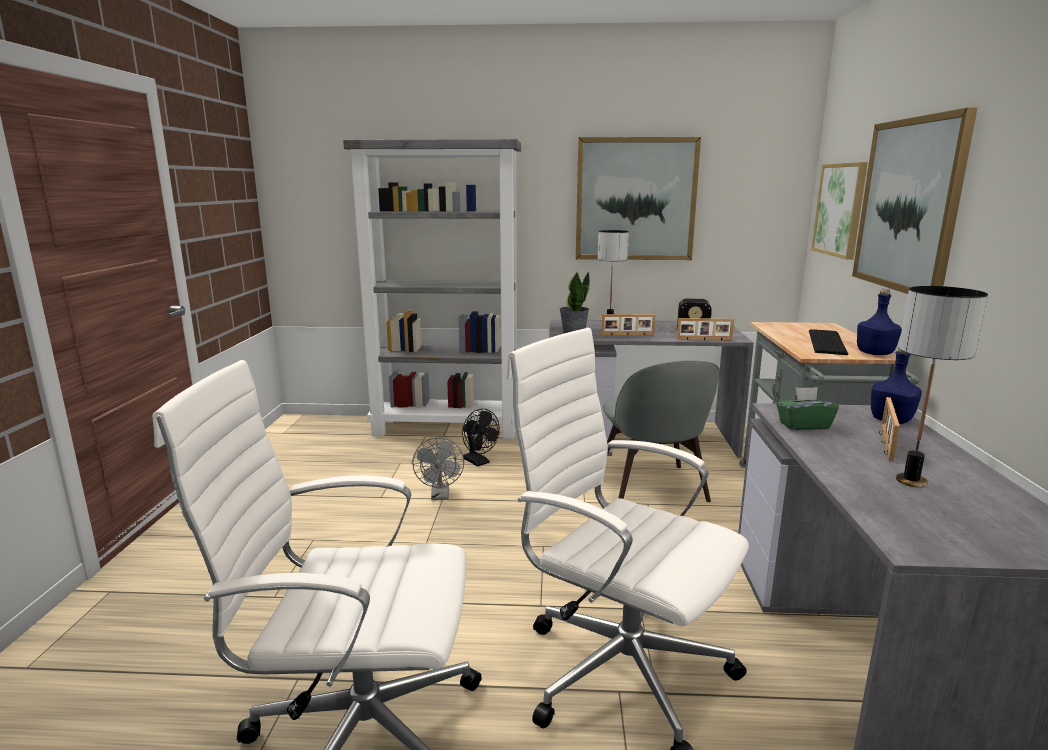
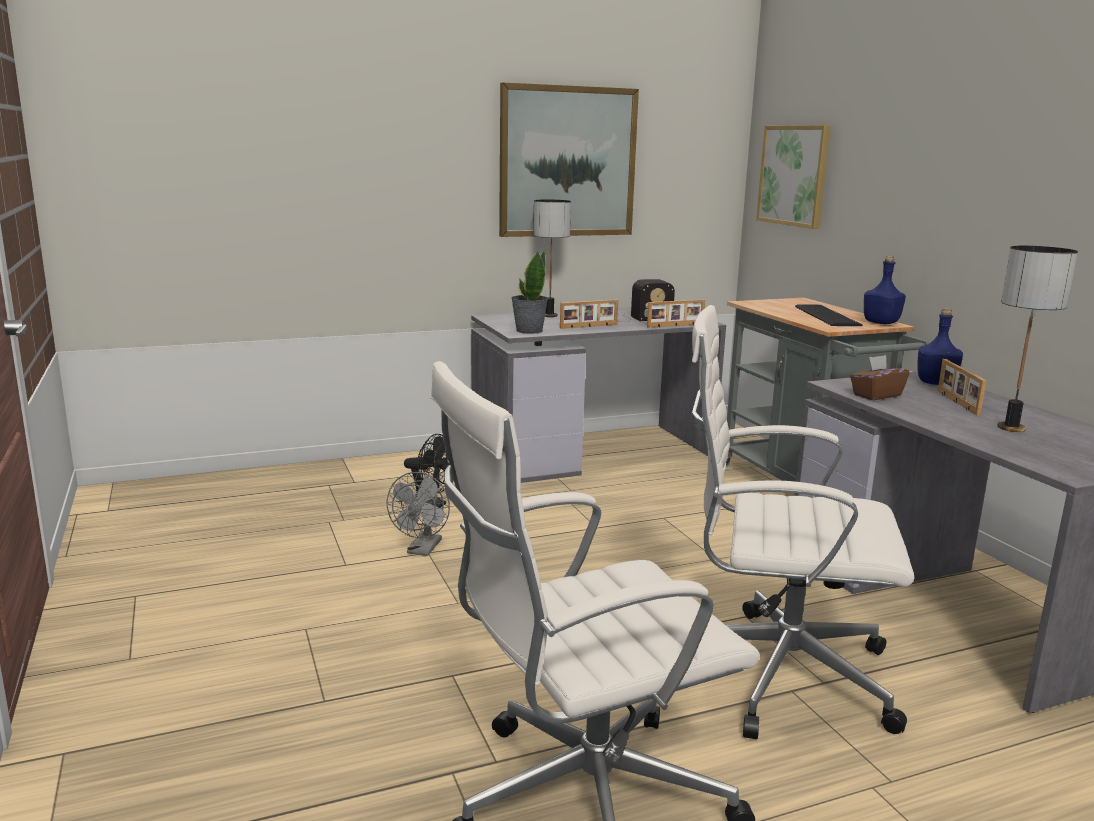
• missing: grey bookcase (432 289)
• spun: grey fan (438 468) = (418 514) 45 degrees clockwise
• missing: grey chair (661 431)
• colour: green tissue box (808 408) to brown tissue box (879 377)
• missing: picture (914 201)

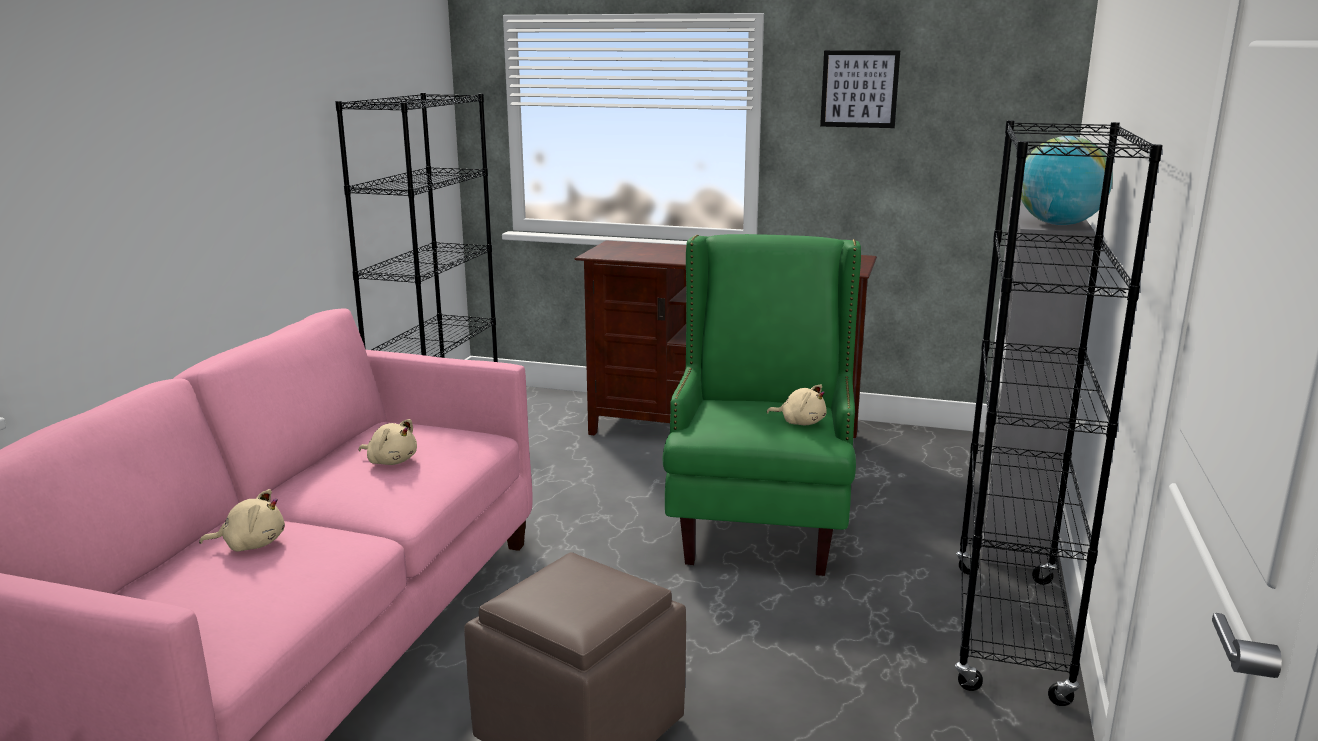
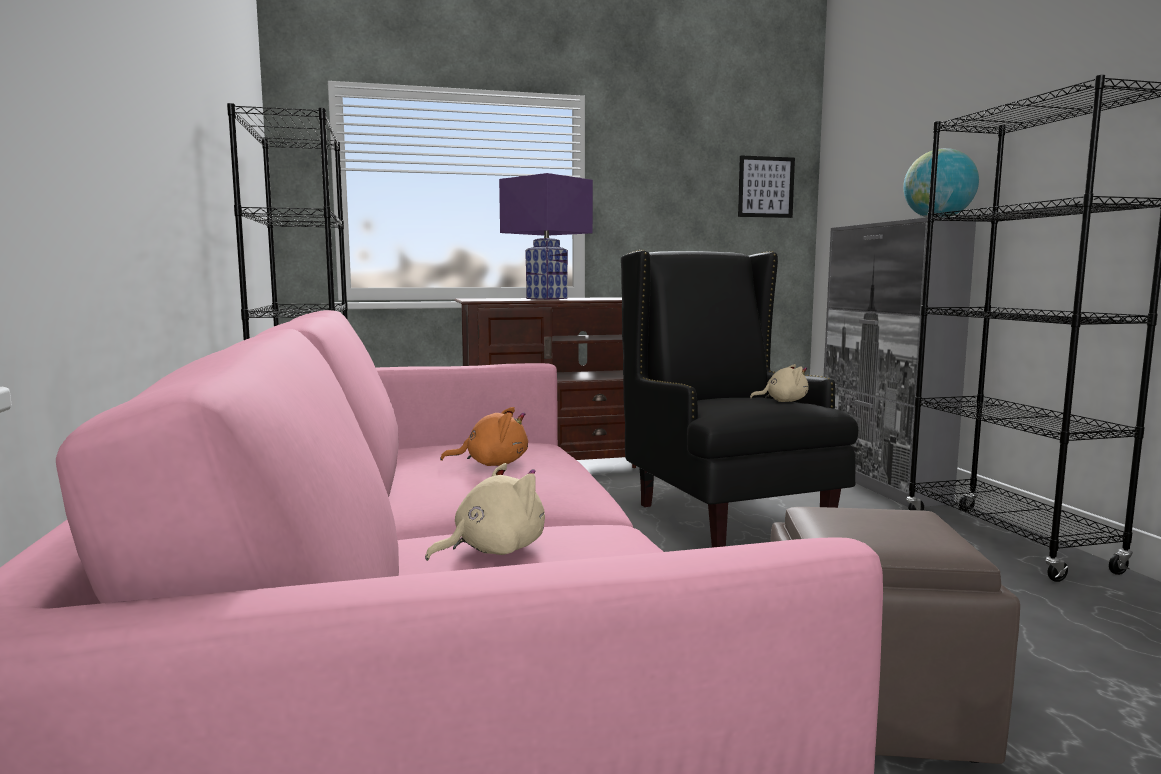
• colour: beige plush toy (388 442) to orange plush toy (484 436)
• colour: green armchair (762 405) to black armchair (739 399)
• relocated: picture (860 89) to (766 186)
• appeared: purple table lamp (546 236)

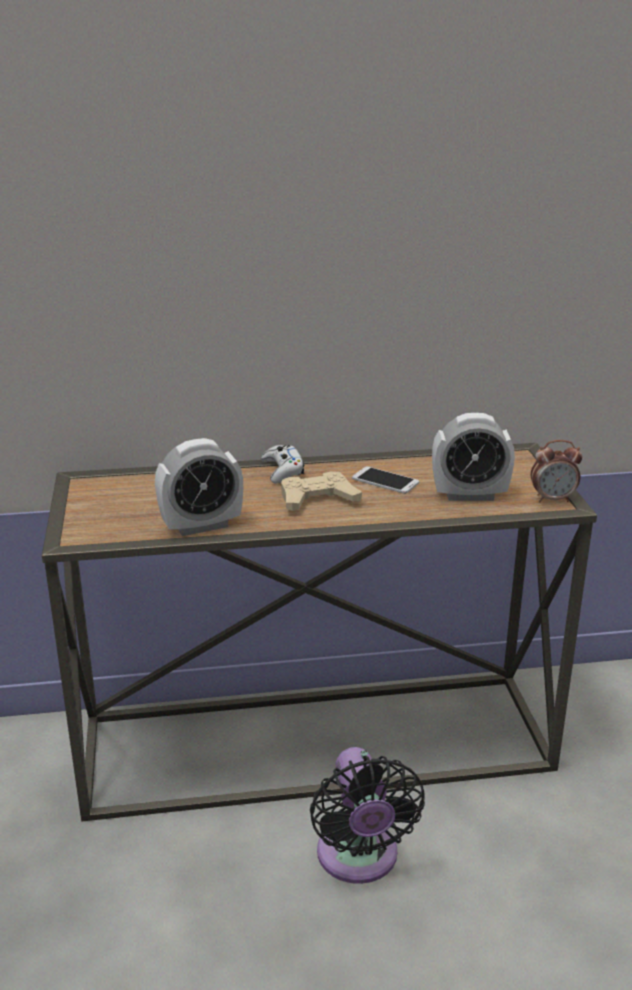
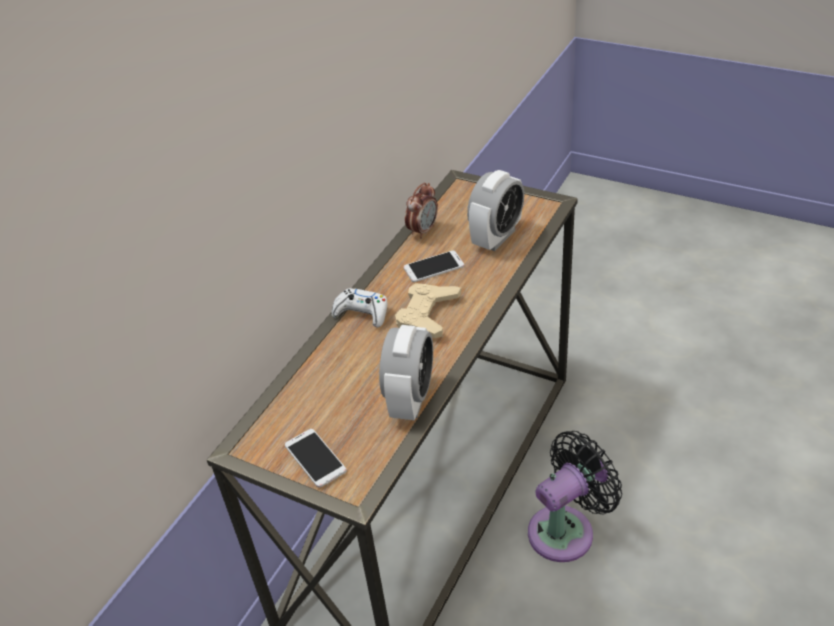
• spun: black fan (367 815) = (575 496) 60 degrees counterclockwise
• relocated: alarm clock (556 471) to (421 211)
• appeared: phone (316 458)

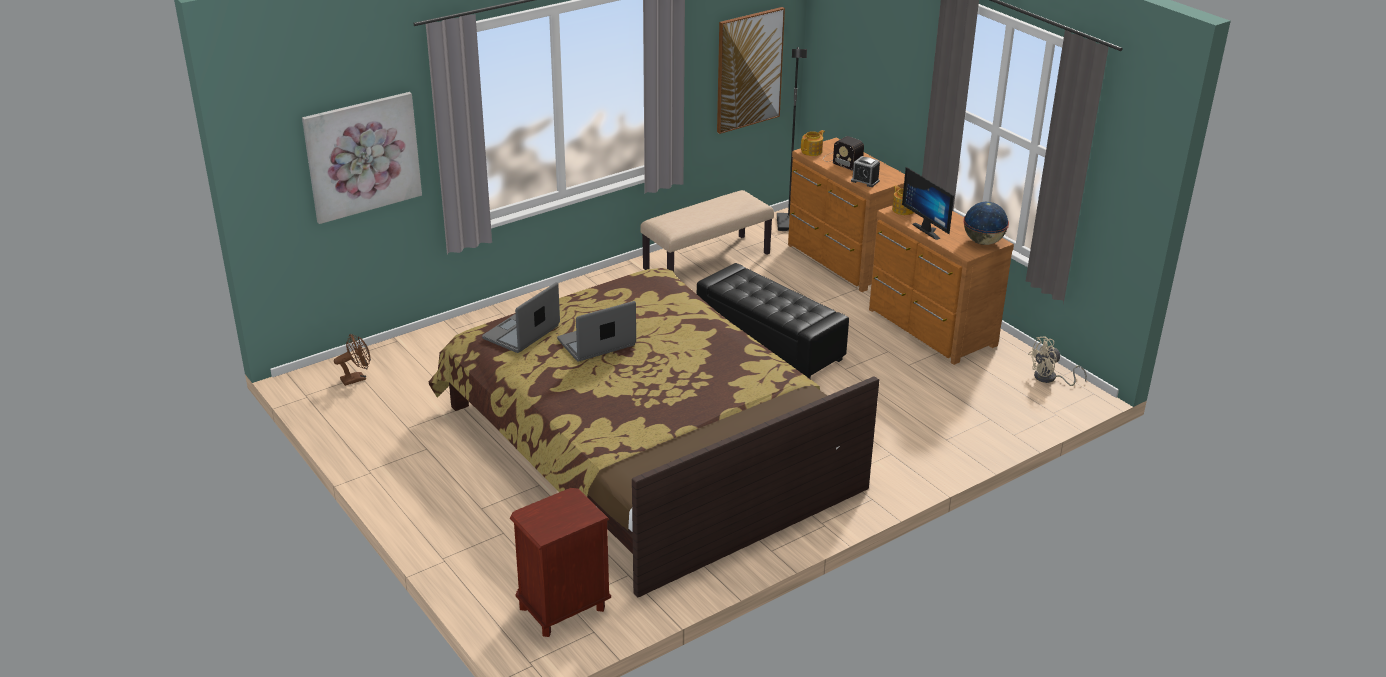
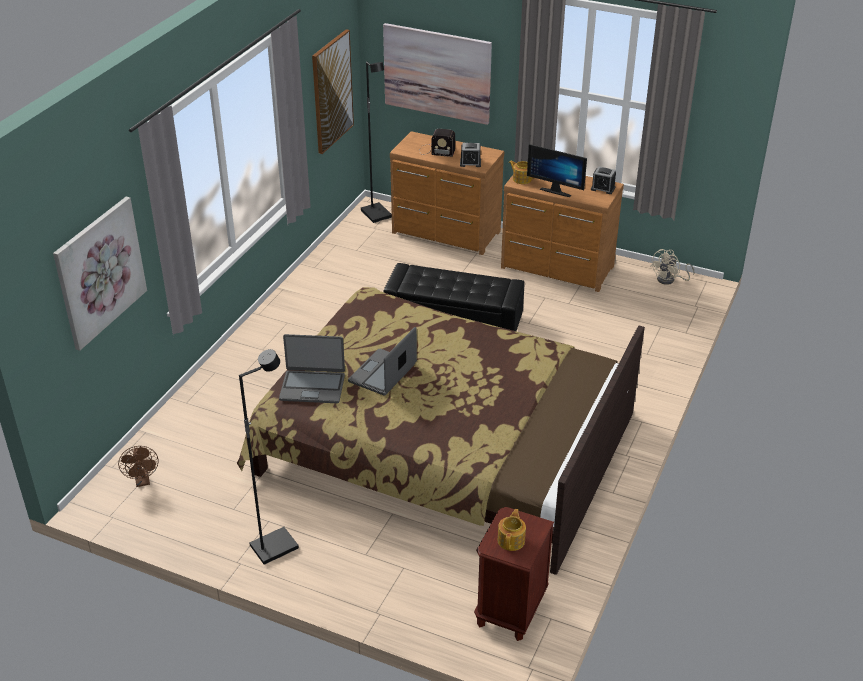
• spun: brown fan (352 360) = (138 466) 135 degrees clockwise
• spun: laptop (521 317) = (312 368) 90 degrees counterclockwise
• missing: beige bench (707 231)
• relocated: teapot (813 143) to (511 530)
• exchanged: globe (986 223) to alarm clock (603 180)
• appeared: black floor lamp (269 457)
• appeared: picture (437 74)

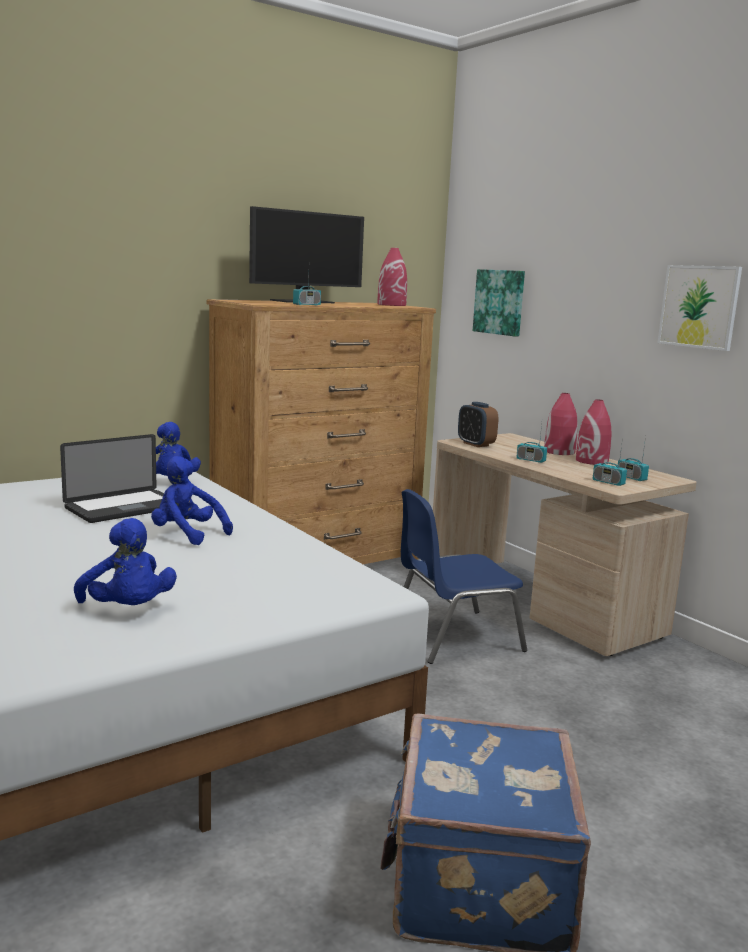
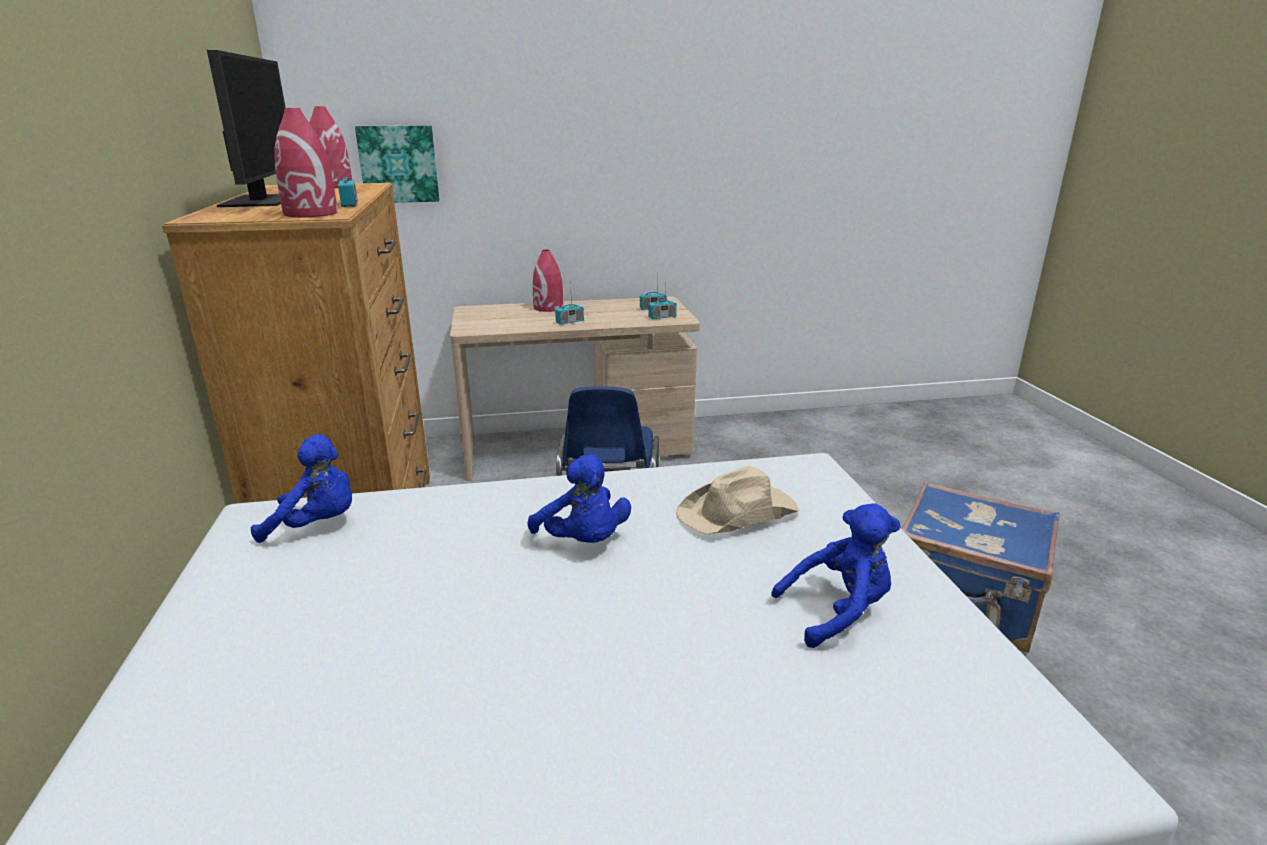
• missing: laptop (112 478)
• spun: blue plush toy (192 500) = (579 498) 90 degrees counterclockwise
• missing: alarm clock (478 424)
• relocated: red vase (594 432) to (306 162)
• missing: picture (700 308)
• appeared: beige hat (738 500)

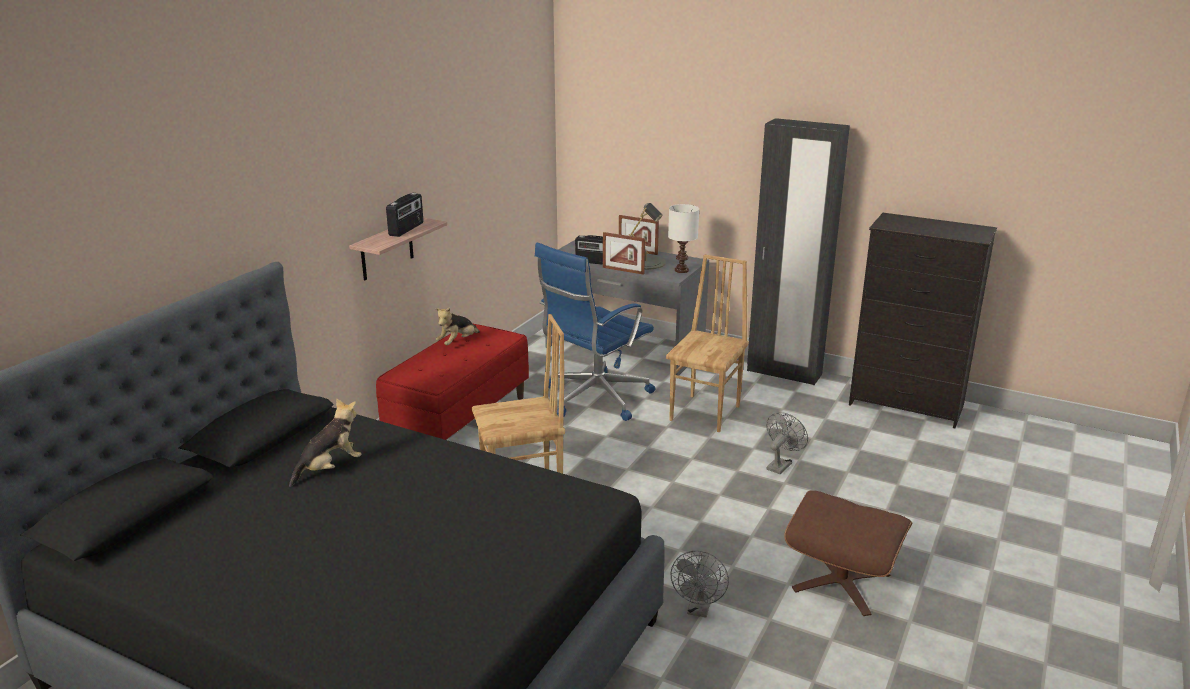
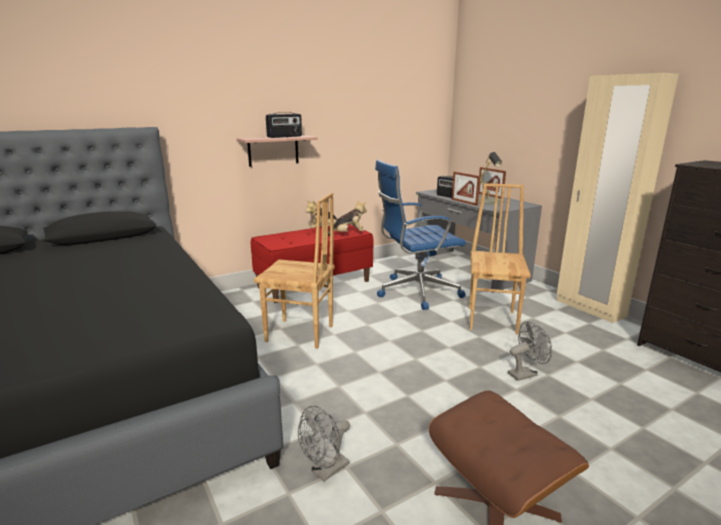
• relocated: plush toy (325 442) to (347 218)
• spun: brown chair (707 343) = (500 258) 45 degrees counterclockwise
• missing: white table lamp (683 238)
• colour: black wardrobe (798 251) to beige wardrobe (617 198)

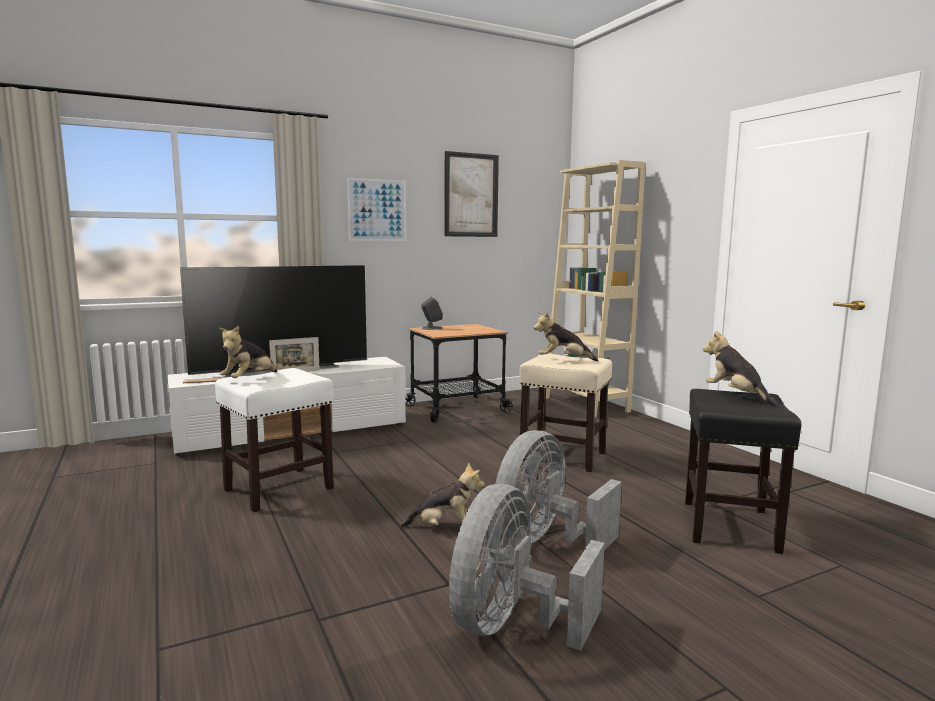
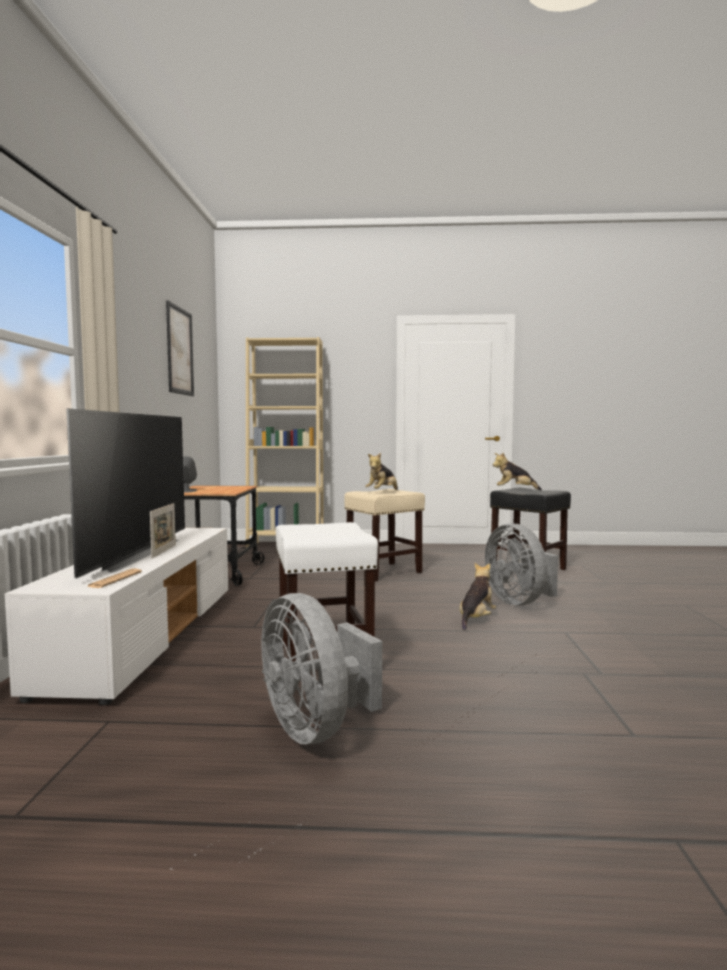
• missing: plush toy (248 351)
• missing: picture (376 209)
• relocated: grey fan (527 567) to (321 668)

